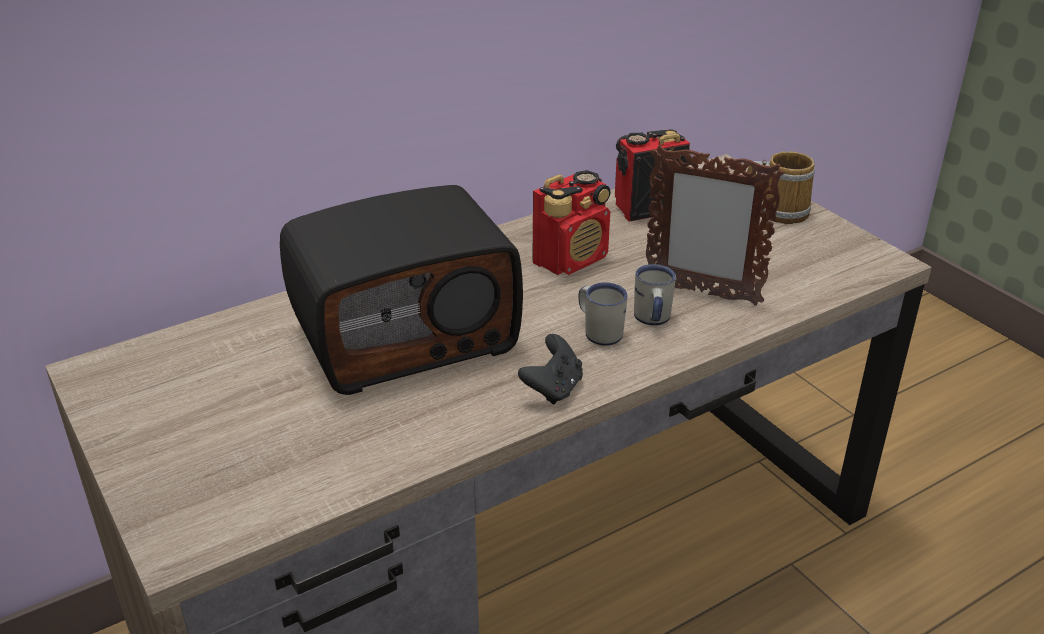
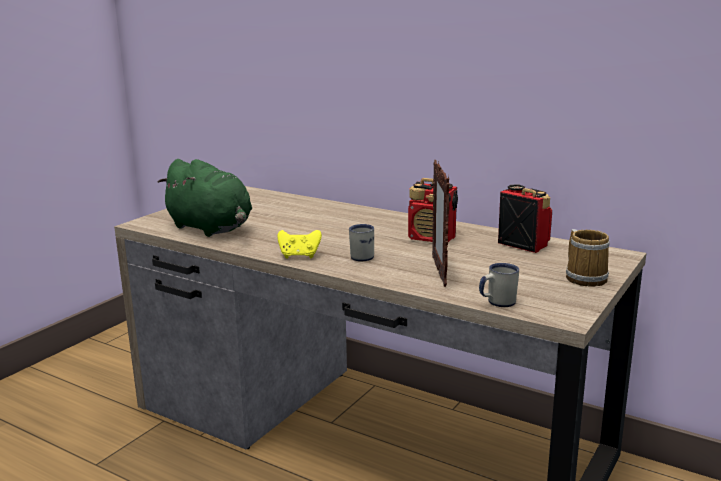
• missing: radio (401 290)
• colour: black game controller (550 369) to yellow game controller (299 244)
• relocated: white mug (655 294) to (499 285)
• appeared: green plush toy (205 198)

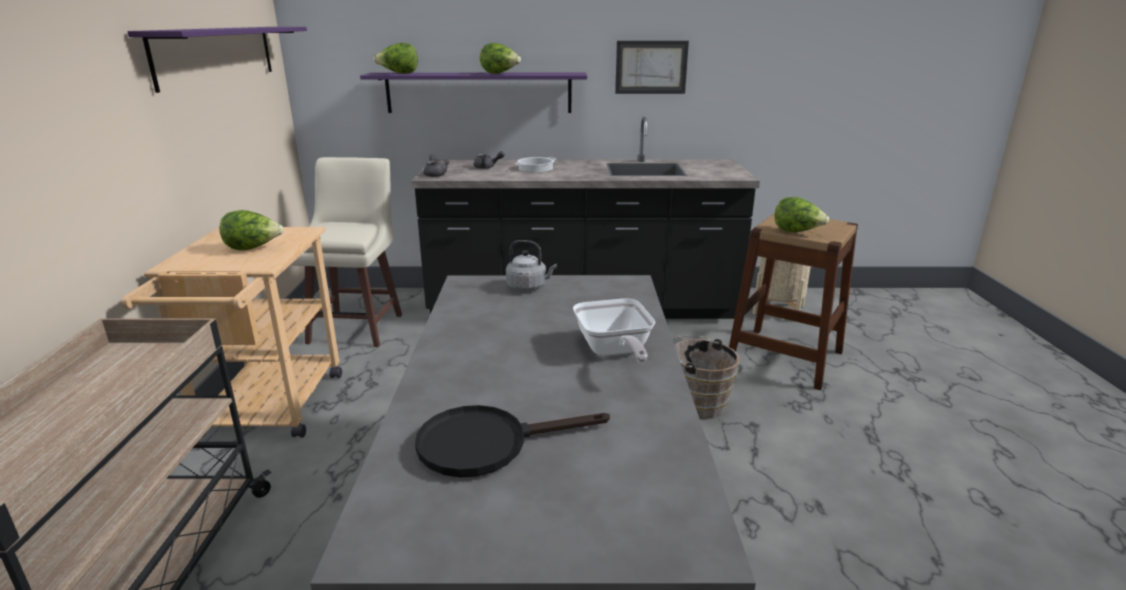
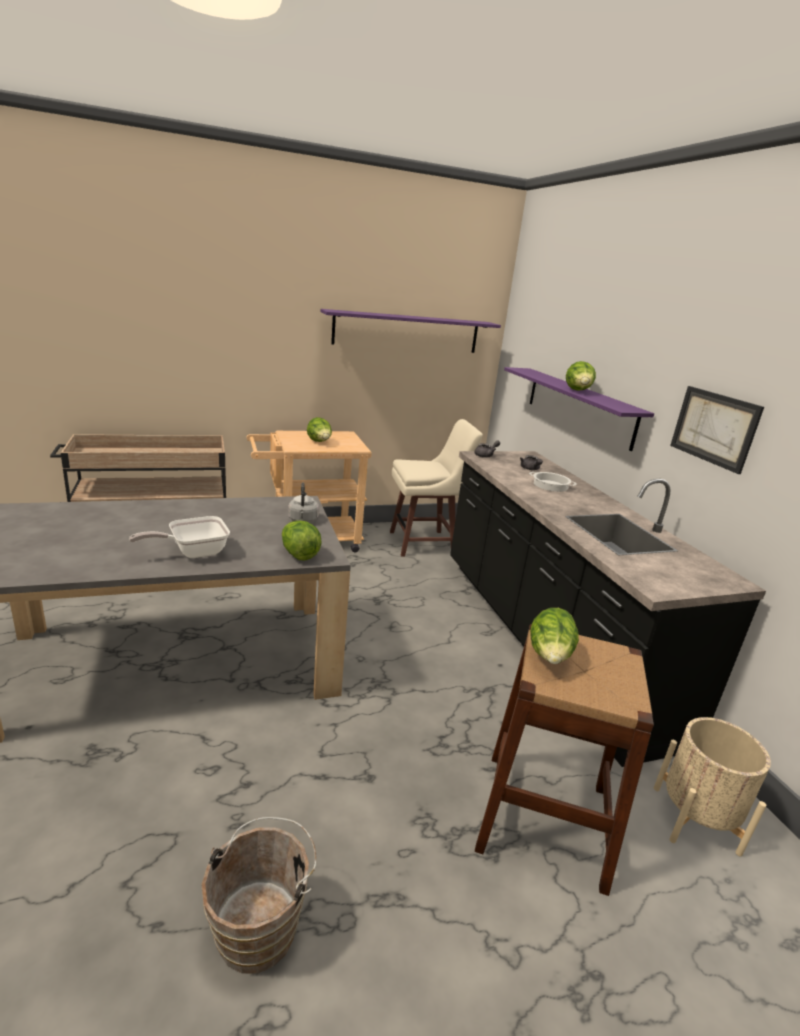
• relocated: lettuce (395 58) to (302 540)
• missing: black frying pan (512 441)
• relocated: brown bucket (705 377) to (259 895)

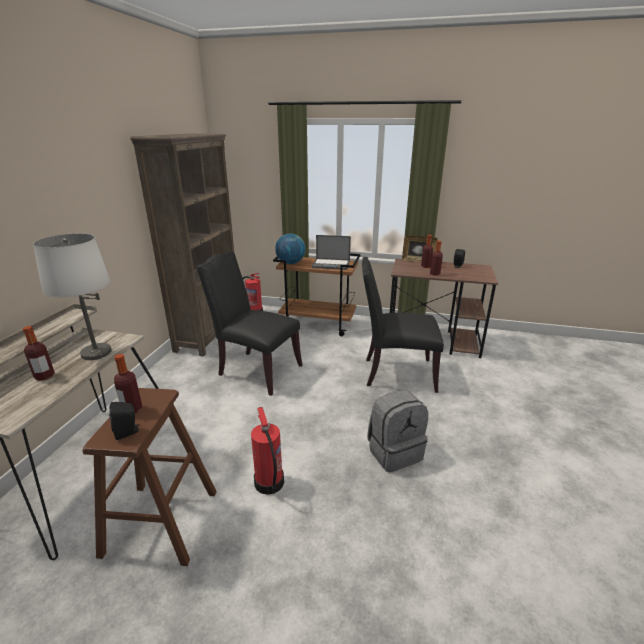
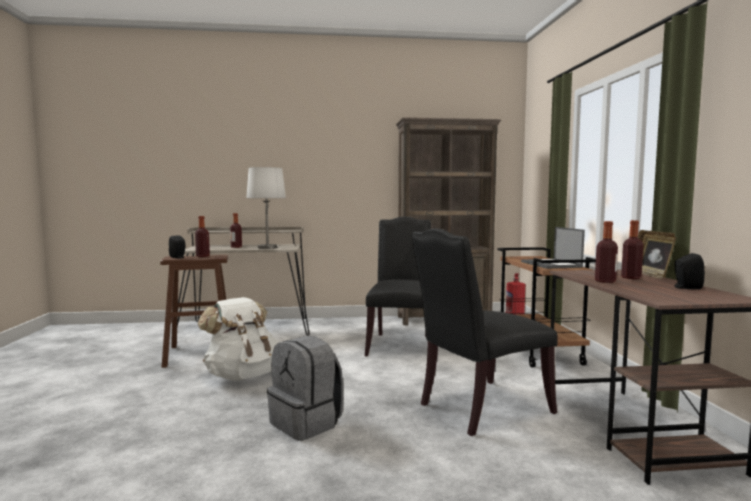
• exchanged: fire extinguisher (267 451) to white backpack (238 339)
• missing: globe (290 248)
• spun: black chair (403 325) = (484 332) 105 degrees counterclockwise

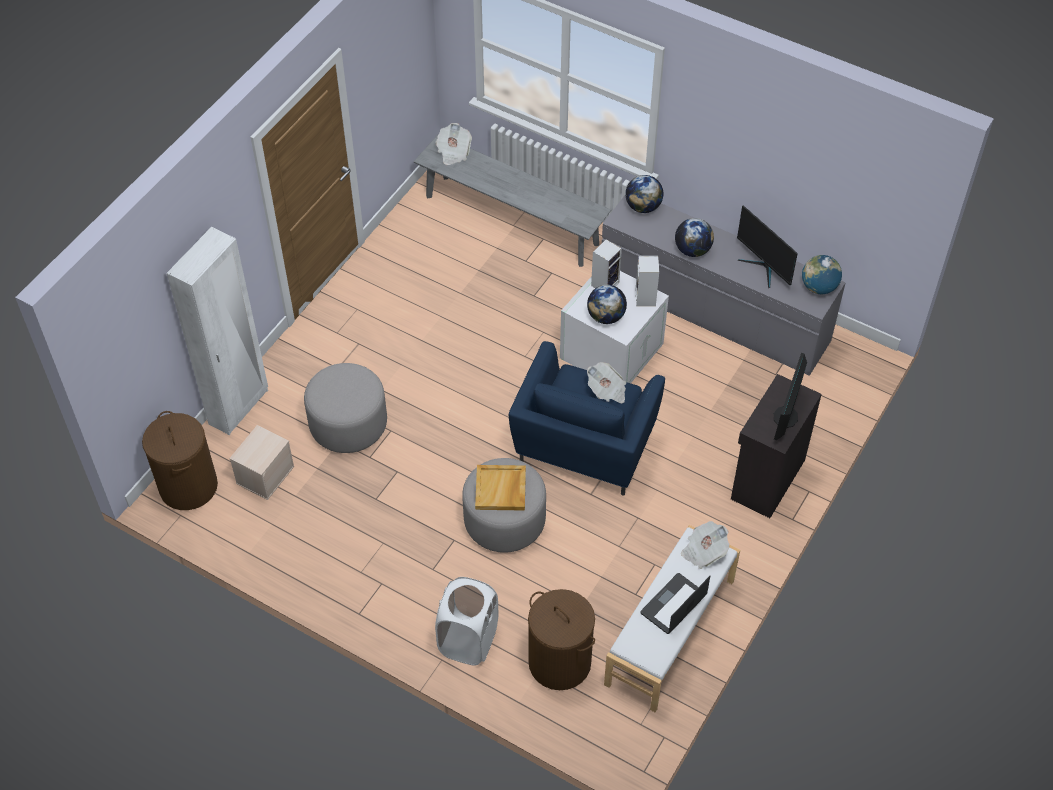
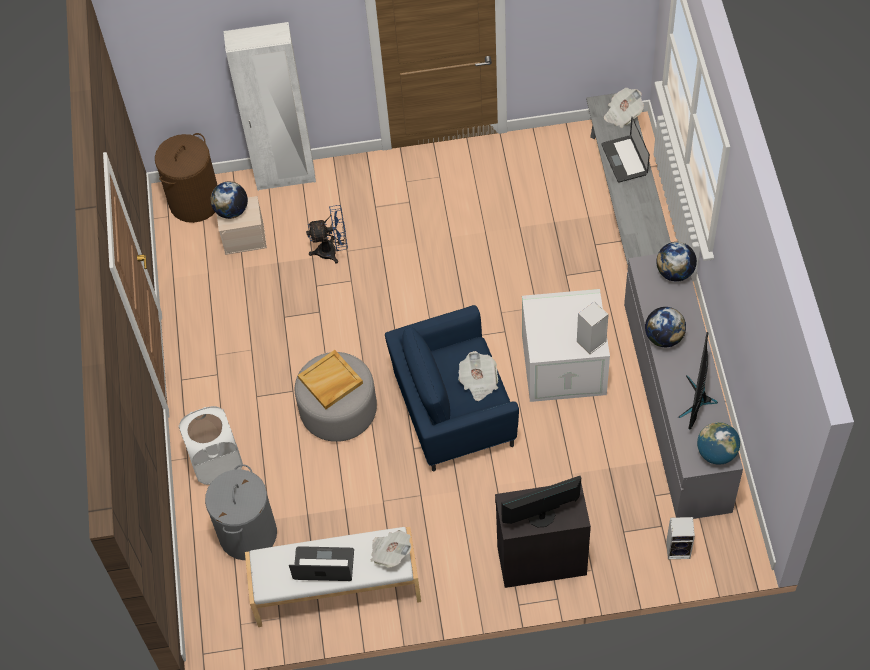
• exchanged: grey ottoman (345 408) to blue fan (327 234)
• colour: brown laundry basket (561 639) to grey laundry basket (241 512)
• relocated: globe (607 304) to (229 200)
• relocated: speaker (606 264) to (680 538)
• appeared: laptop (625 150)

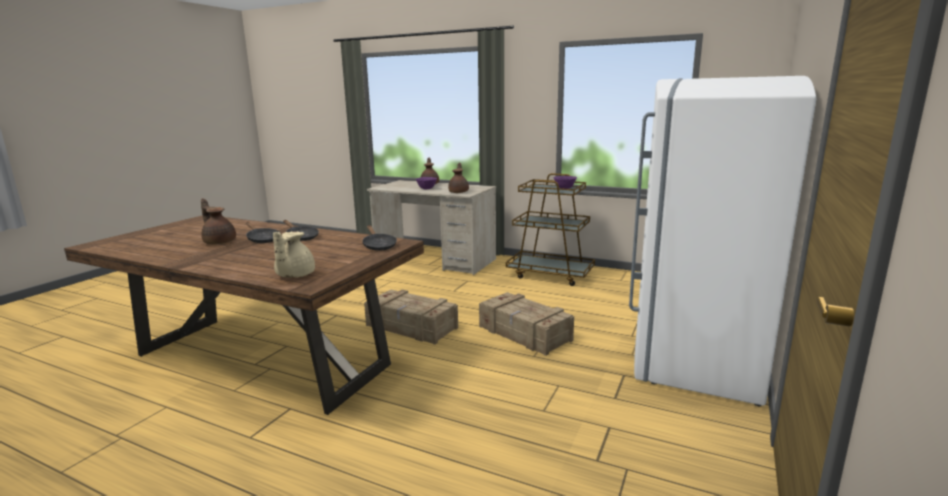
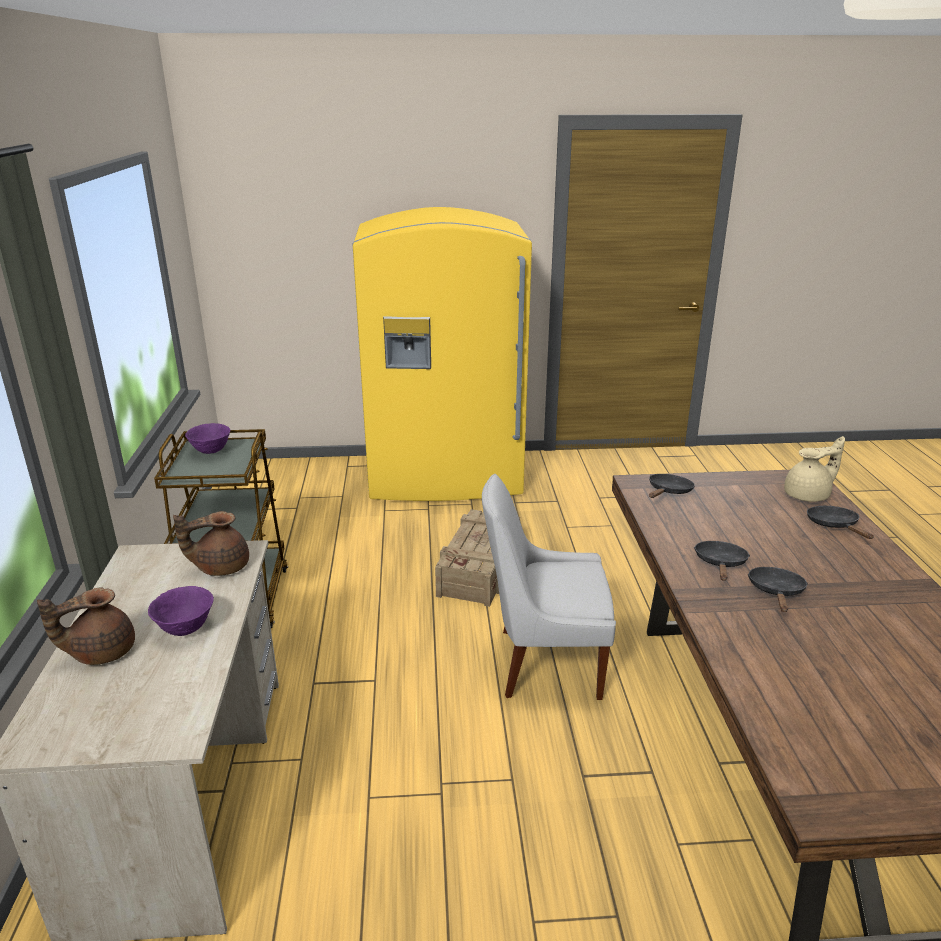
• missing: brown teapot (218 221)
• exchanged: crate (411 317) to white chair (549 587)
• colour: white fridge (723 241) to yellow fridge (442 354)
• appeared: black frying pan (840 522)

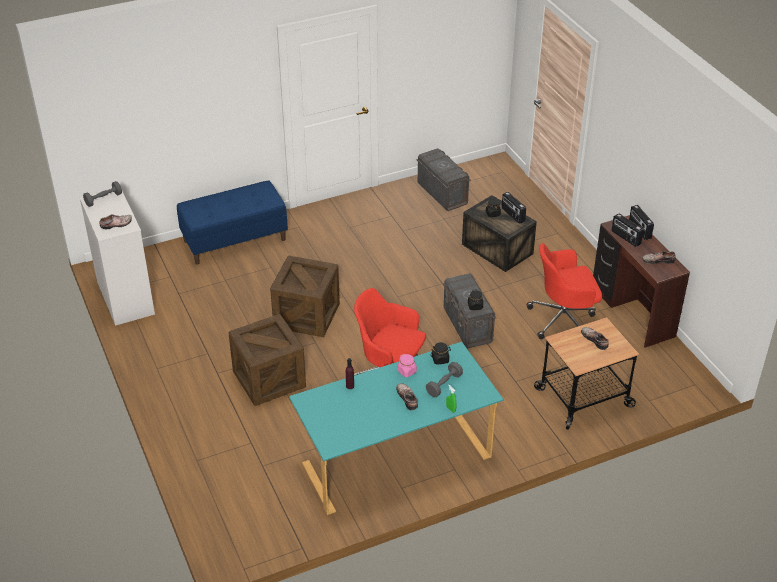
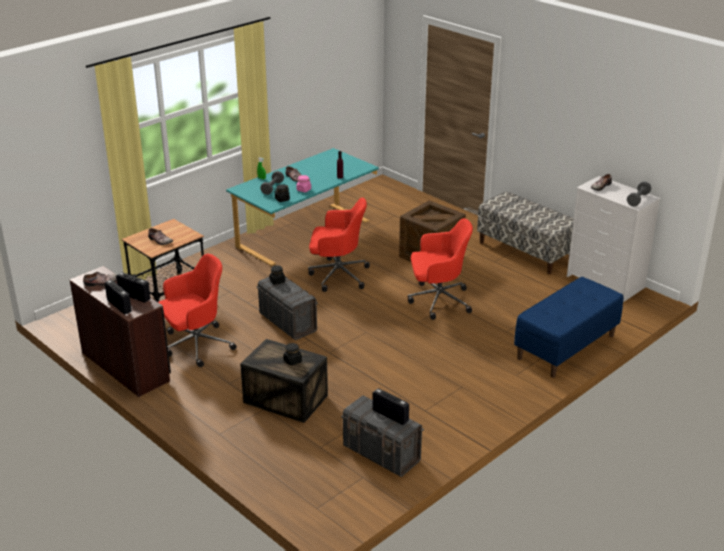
• exchanged: crate (305 296) to red office chair (440 269)
• relocated: radio (514 208) to (390 406)
• appeared: bench (525 233)

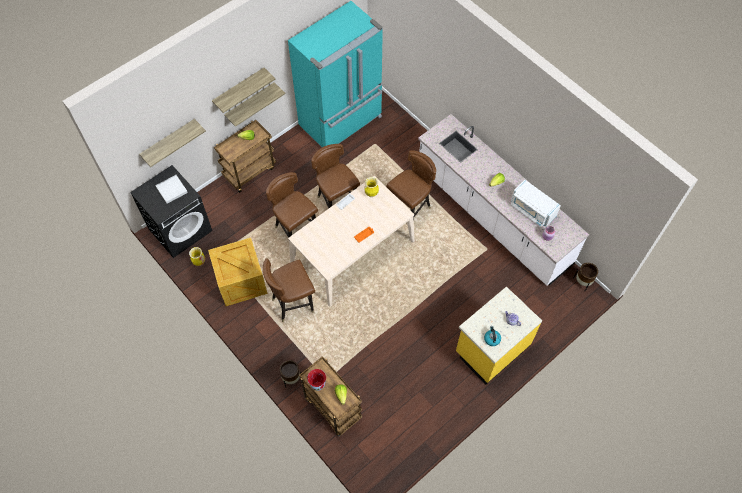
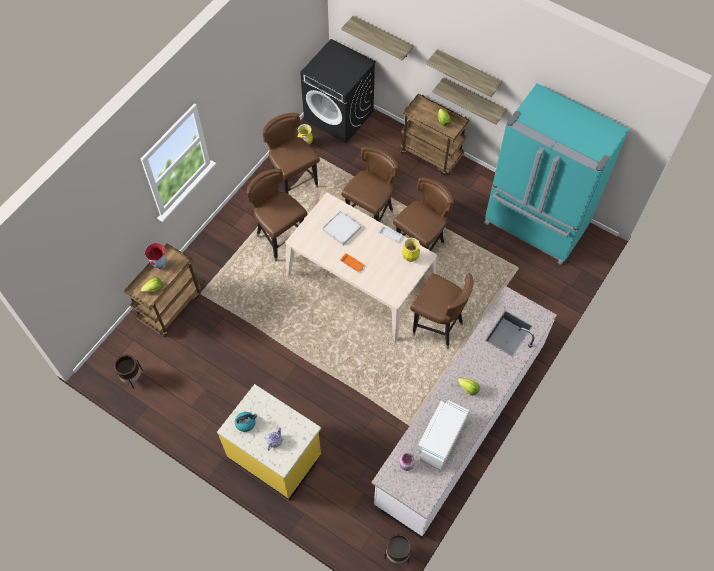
• relocated: white tray (171 189) to (341 228)
• exchanged: crate (238 272) to brown chair (291 153)
• relocated: brown planter (290 374) to (128 372)

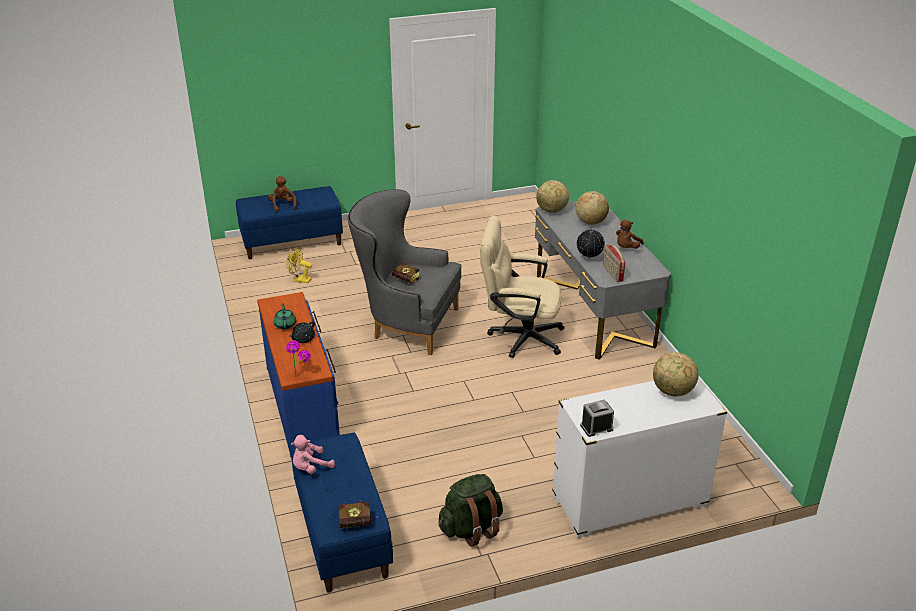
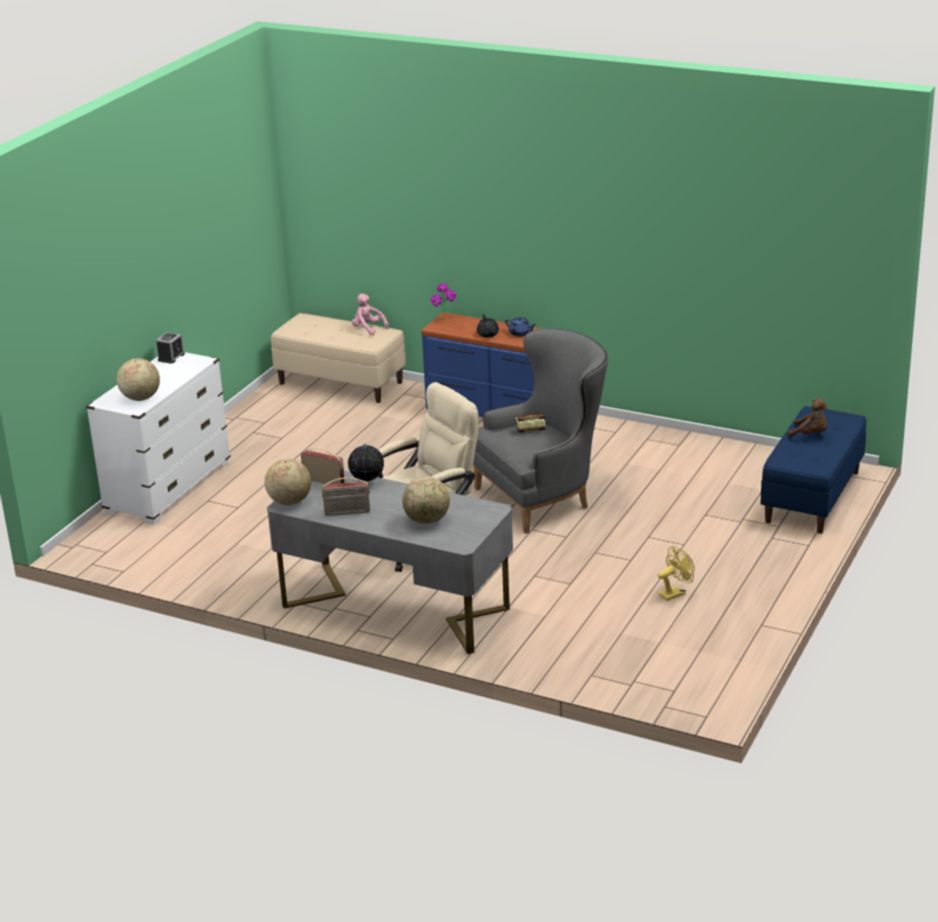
• colour: green teapot (285 317) to blue teapot (520 327)
• relocated: yellow fan (299 265) to (676 573)
• colour: blue bench (342 513) to beige bench (338 358)
• spun: pink plush toy (313 454) = (370 315) 60 degrees counterclockwise
• missing: book (358 514)
• missing: green backpack (471 510)
• relocated: globe (552 196) to (287 482)
• exchanged: brown plush toy (629 234) to radio (346 496)

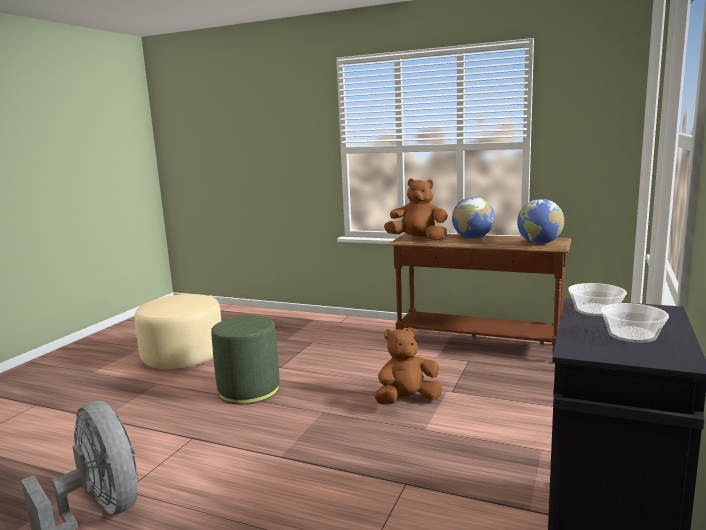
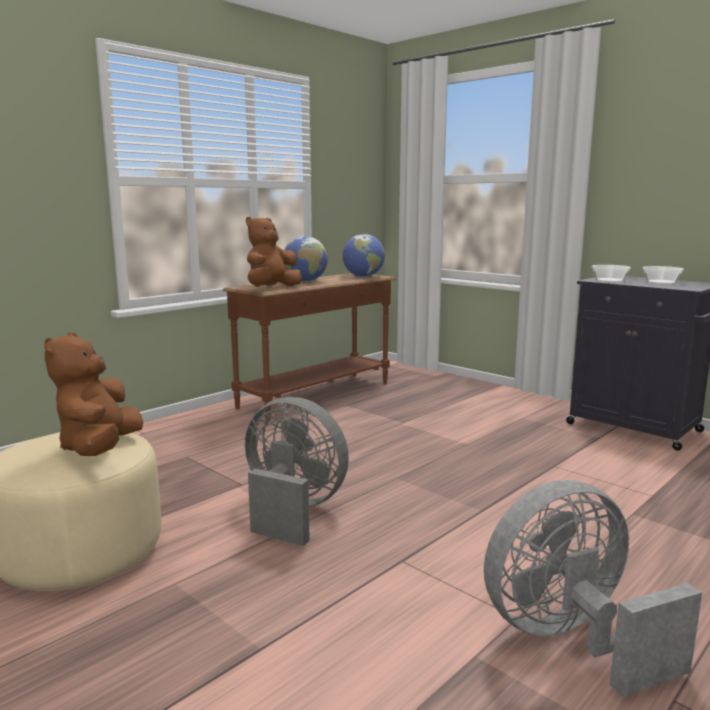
• exchanged: green ottoman (245 360) to grey fan (297 471)
• relocated: brown plush toy (408 365) to (94 394)

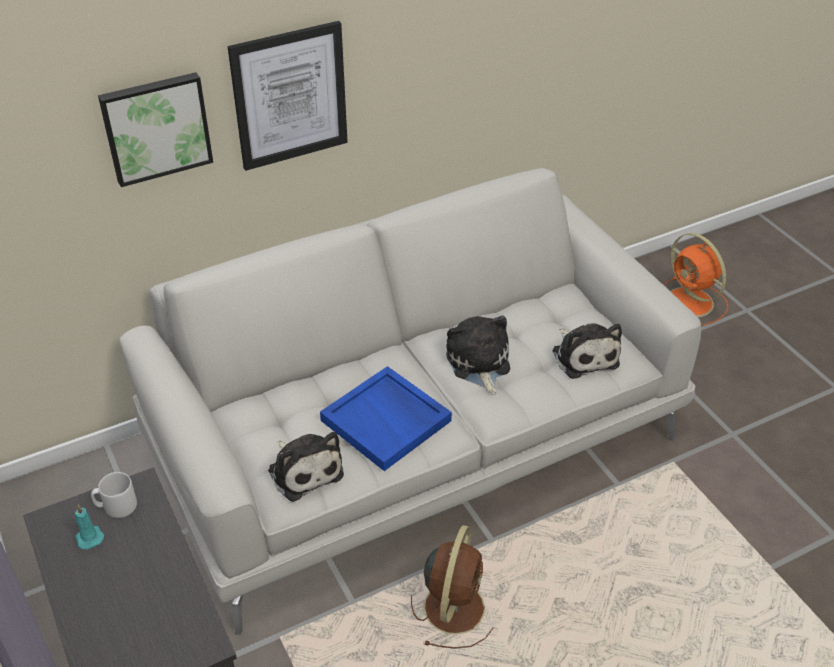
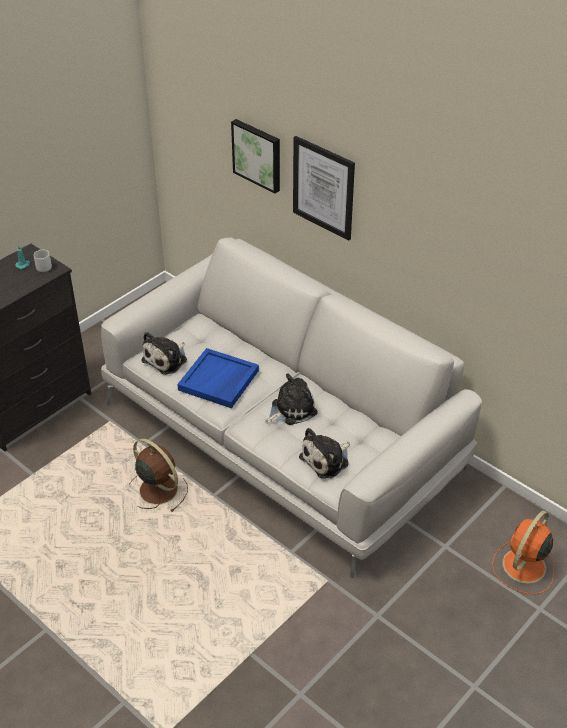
• spun: brown fan (452 587) = (158 475) 135 degrees counterclockwise

